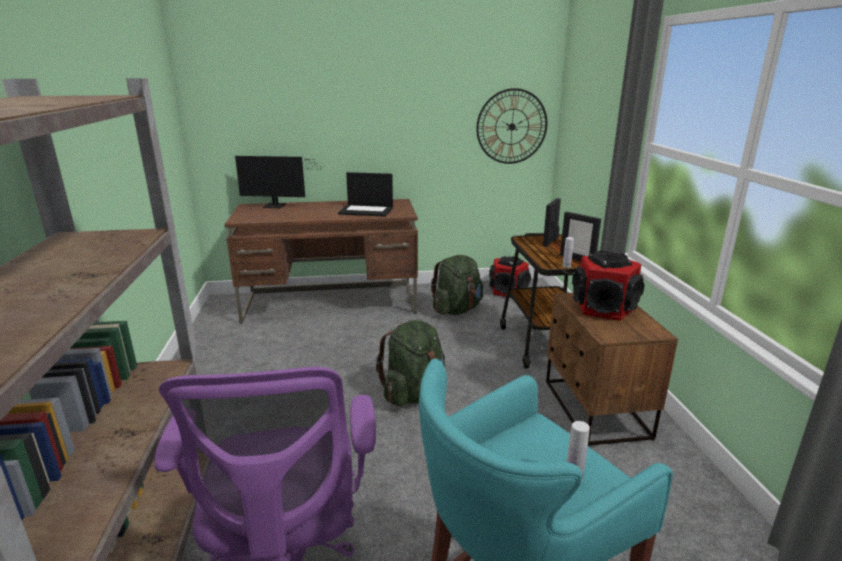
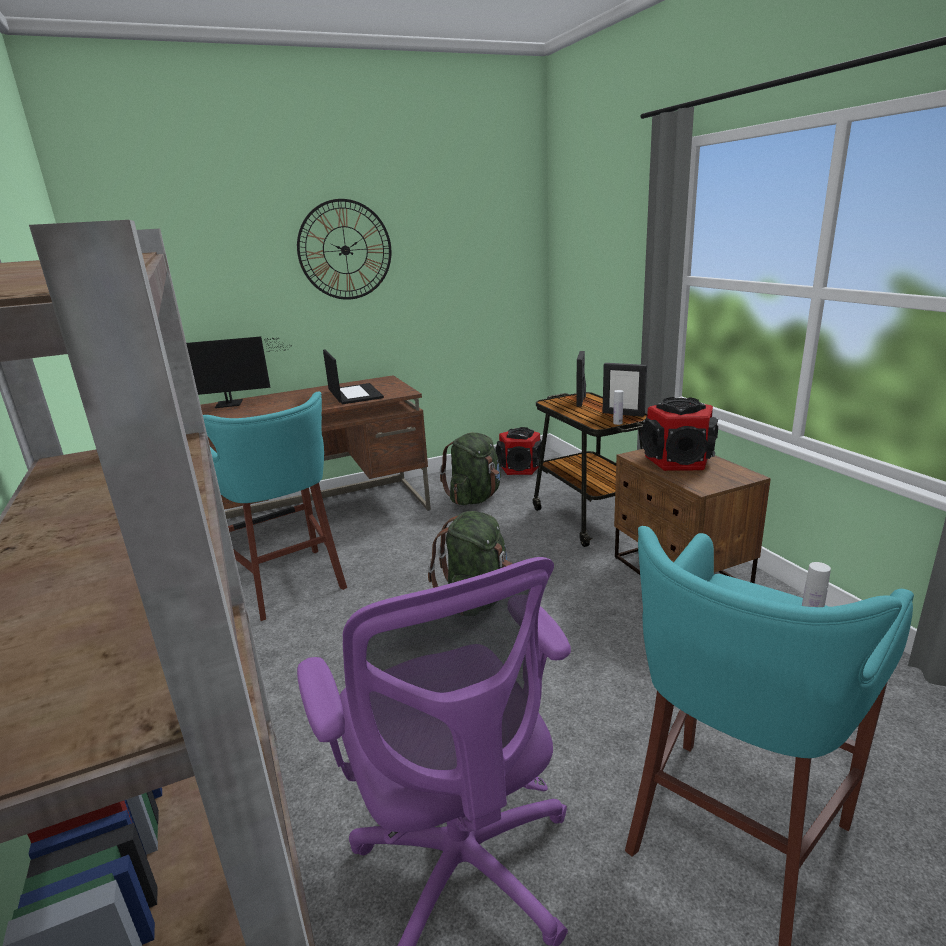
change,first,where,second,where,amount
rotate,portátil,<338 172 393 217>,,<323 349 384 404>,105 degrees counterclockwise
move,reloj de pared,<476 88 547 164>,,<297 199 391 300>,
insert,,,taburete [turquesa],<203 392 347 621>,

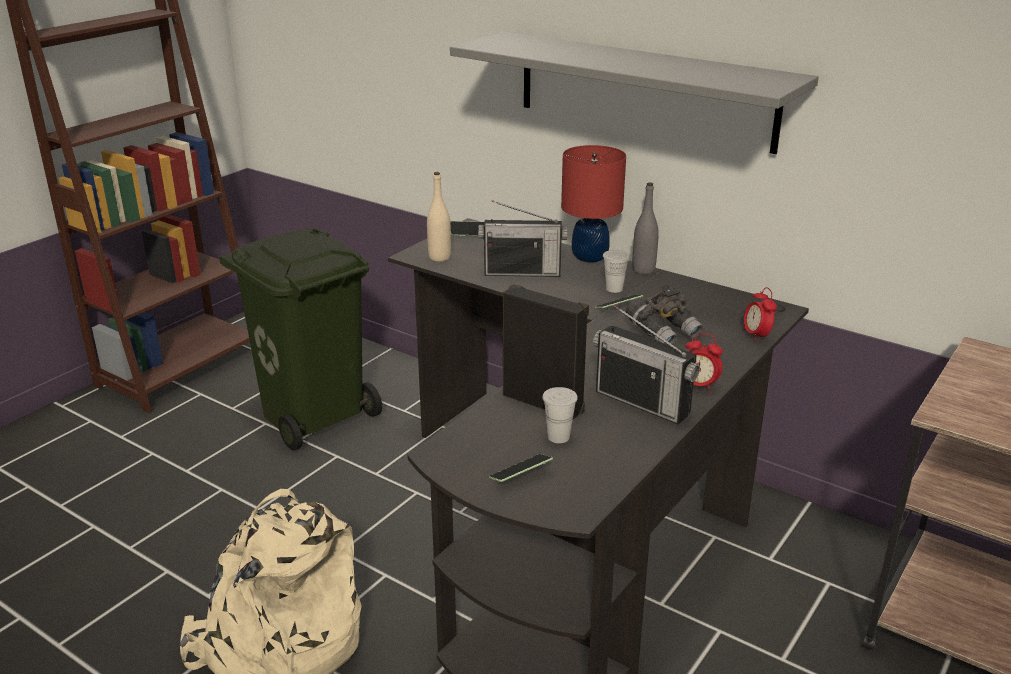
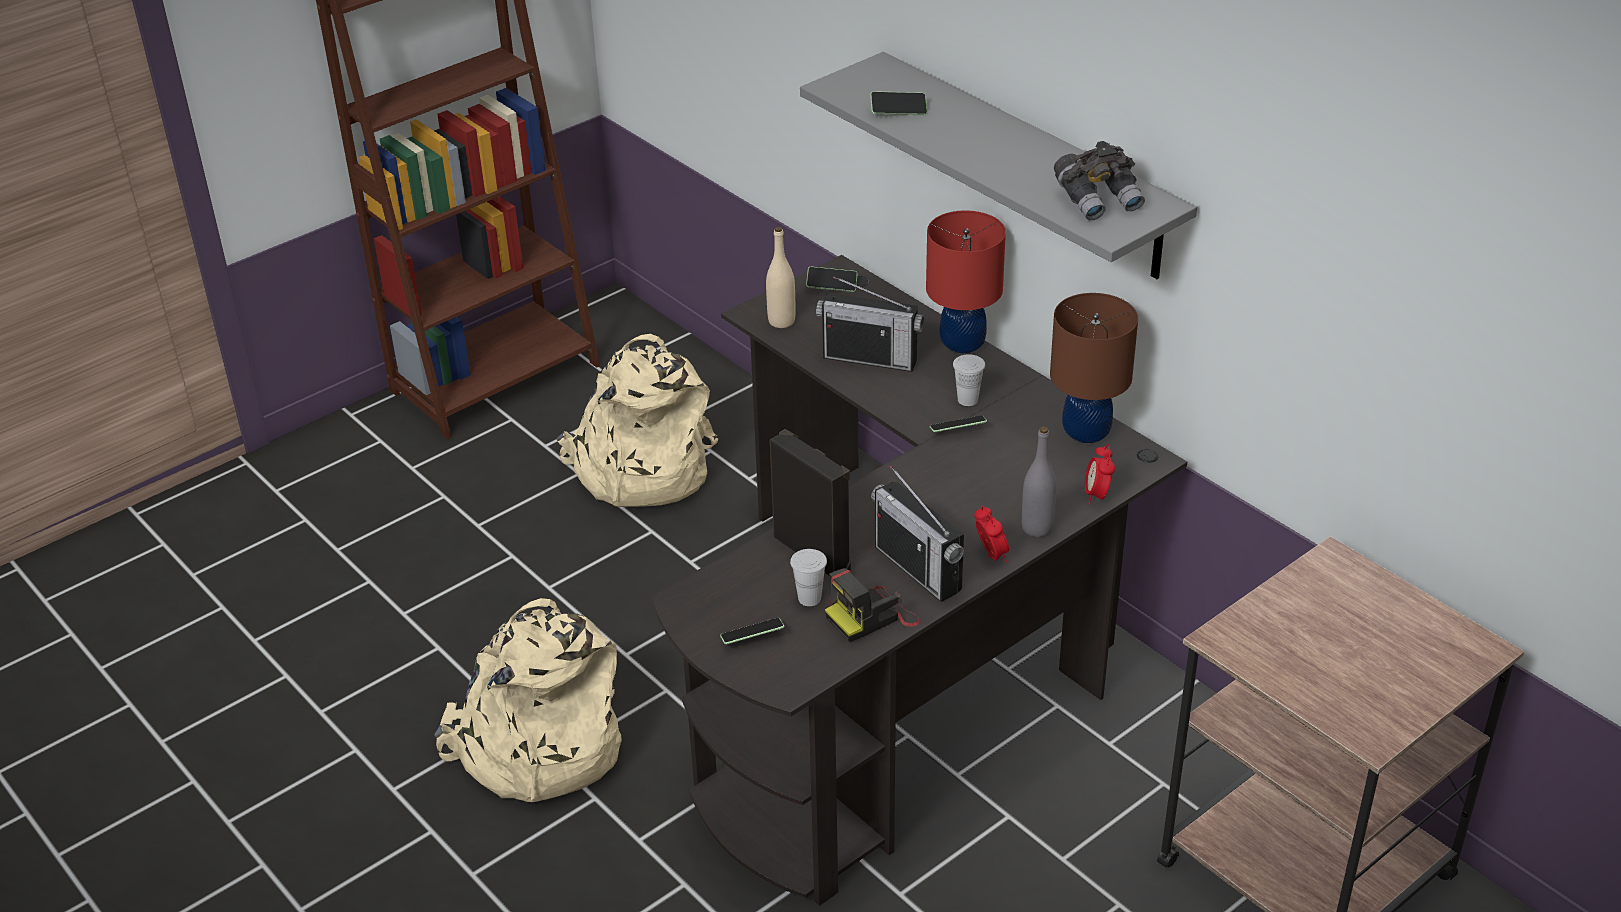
change,first,where,second,where,amount
replace,papelera [verde],<220 228 382 451>,mochila [beis],<557 334 718 507>,
move,prismáticos [gris],<626 285 703 345>,,<1054 141 1145 221>,
move,botella [gris],<632 182 659 275>,,<1022 427 1057 537>,
rotate,despertador,<686 333 723 393>,,<974 506 1009 563>,150 degrees counterclockwise
insert,,,cámara,<825 568 921 642>,
insert,,,móvil,<870 91 928 115>,
insert,,,lámpara de mesa [marrón],<1050 293 1138 443>,

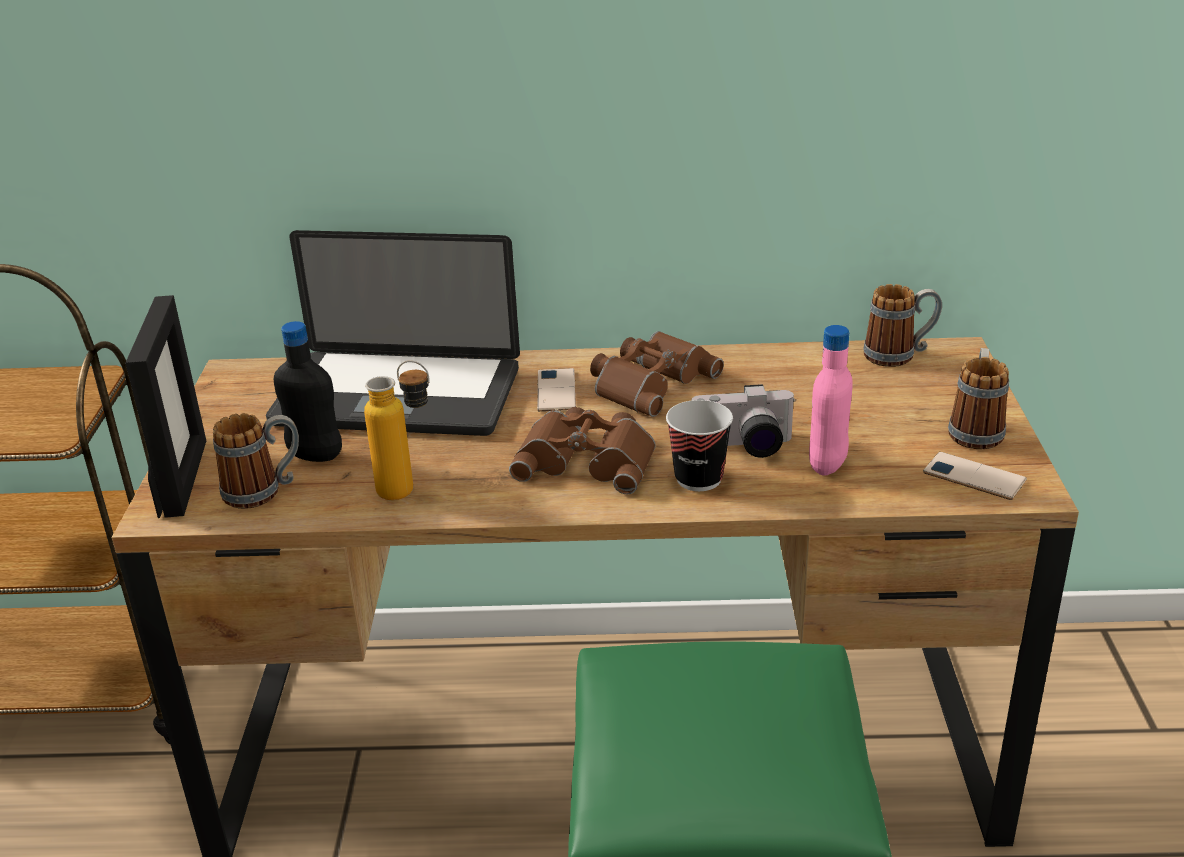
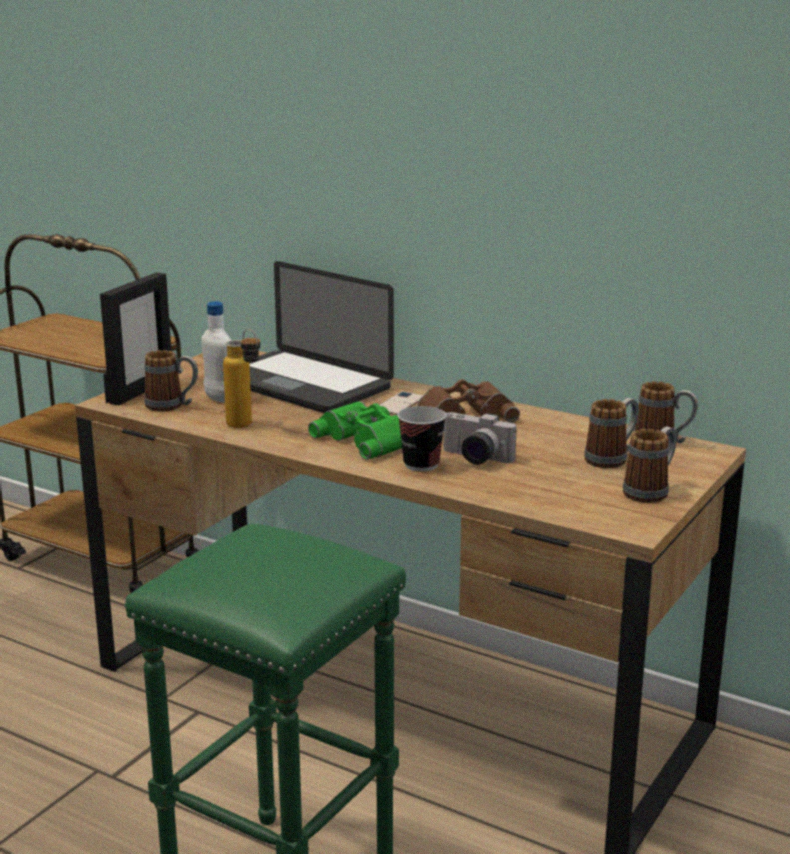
change,first,where,second,where,amount
recolor,botella [negro],<274 321 342 462>,botella [blanco],<201 301 231 402>,
recolor,prismáticos [marrón],<509 407 656 494>,prismáticos [verde],<308 401 402 460>,
delete,botella [rosa],<809 325 853 476>,,,
delete,móvil,<923 452 1027 500>,,,
insert,,,taza grande,<584 398 639 468>,

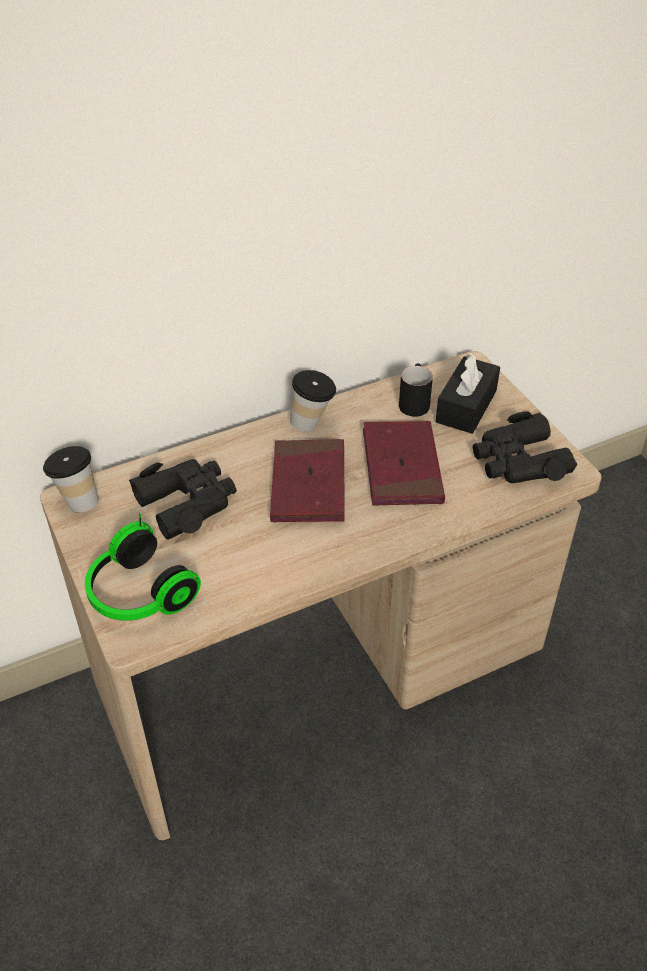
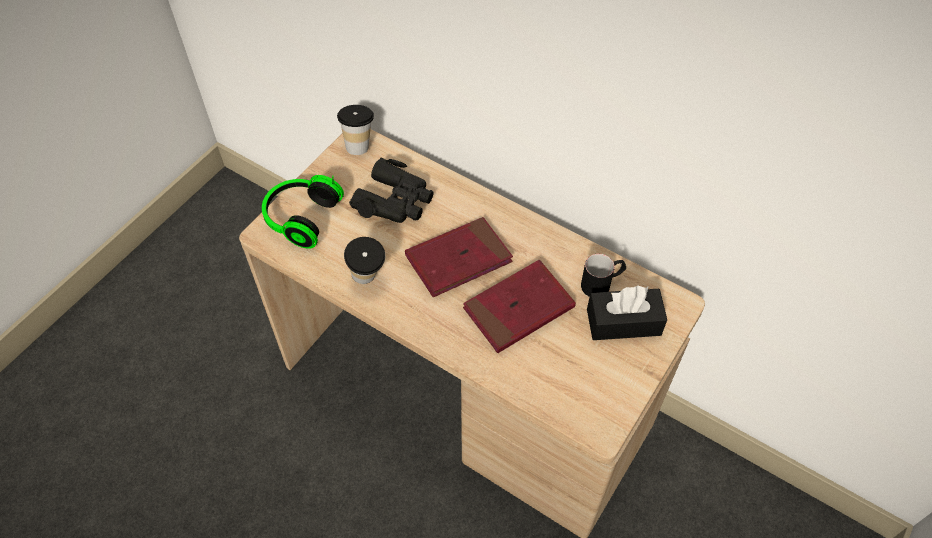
change,first,where,second,where,amount
move,taza,<290 370 336 431>,,<344 237 385 284>,
delete,prismáticos [negro],<473 411 577 483>,,,

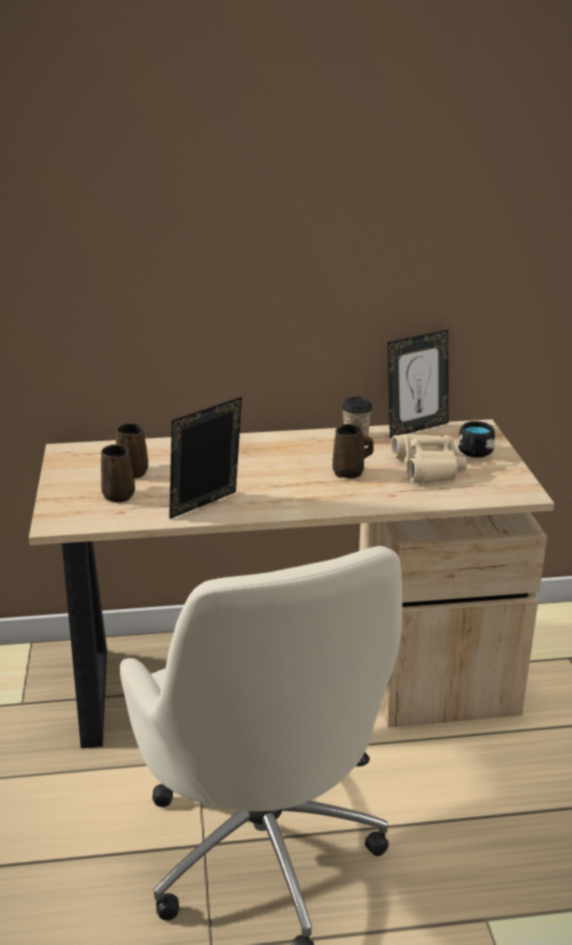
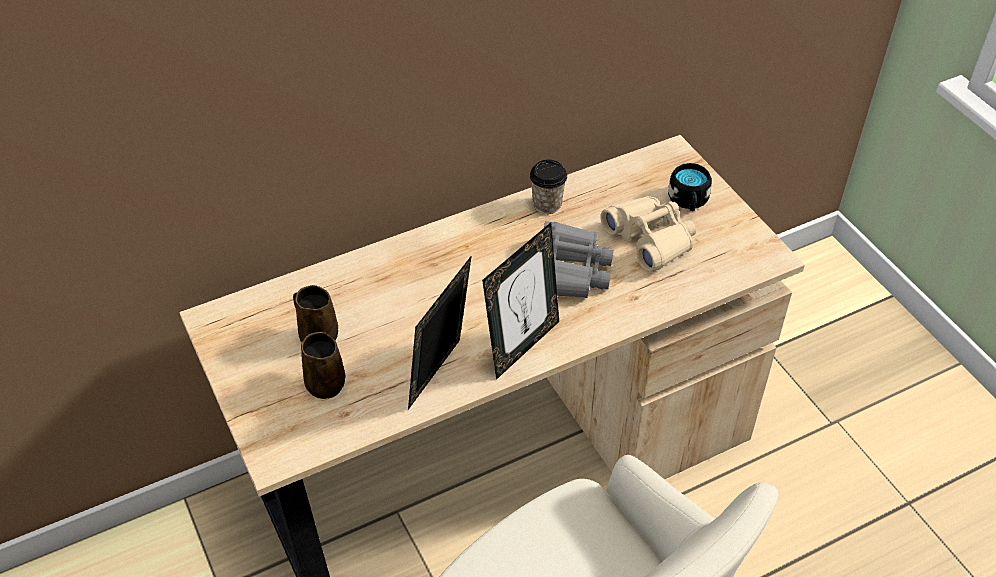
change,first,where,second,where,amount
replace,taza grande [marrón],<333 424 373 479>,prismáticos [gris],<544 221 614 298>,
move,portarretratos,<387 330 449 438>,,<482 222 559 380>,

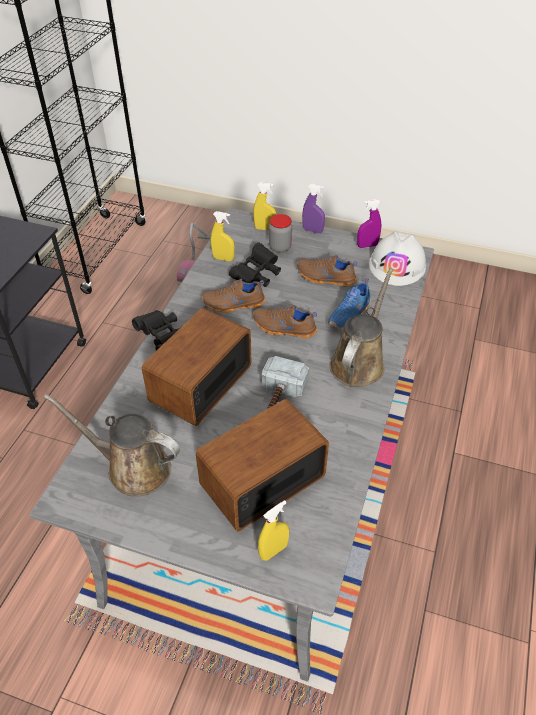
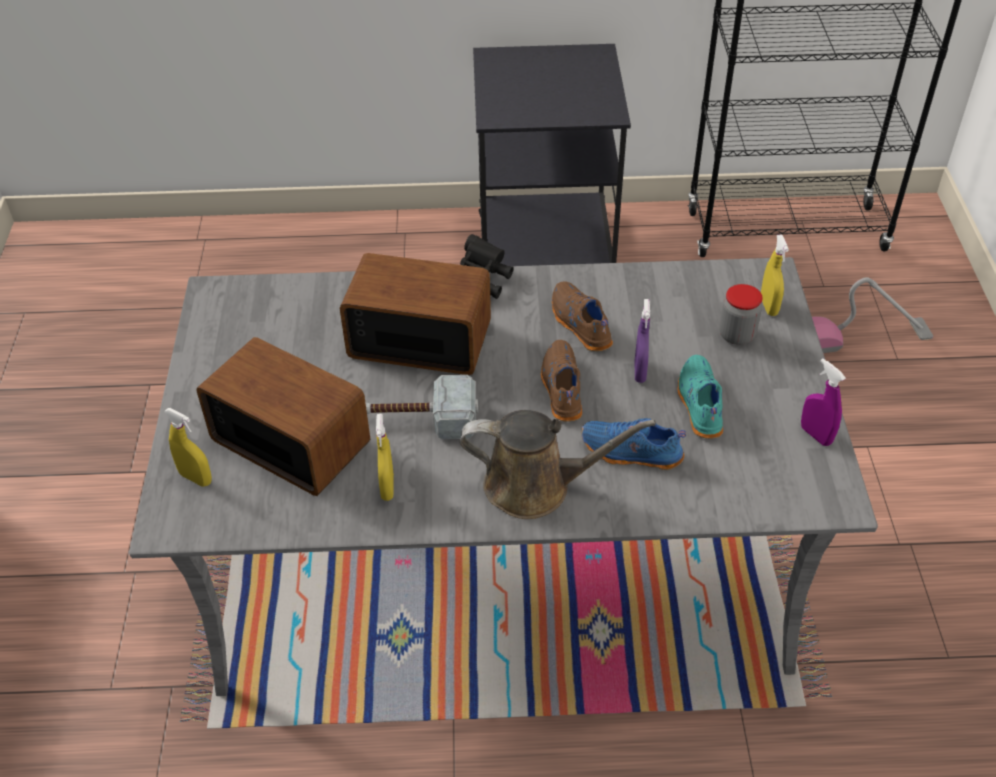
change,first,where,second,where,amount
delete,regadera [marrón],<44 394 180 497>,,,
move,pulverizador [amarillo],<211 211 235 261>,,<376 414 394 501>,
delete,prismáticos [negro],<229 242 281 287>,,,
recolor,zapato [marrón],<297 255 357 287>,zapato [turquesa],<677 355 723 439>,
move,pulverizador [morado],<302 184 325 233>,,<635 299 650 383>,
delete,casco [blanco],<369 232 426 286>,,,

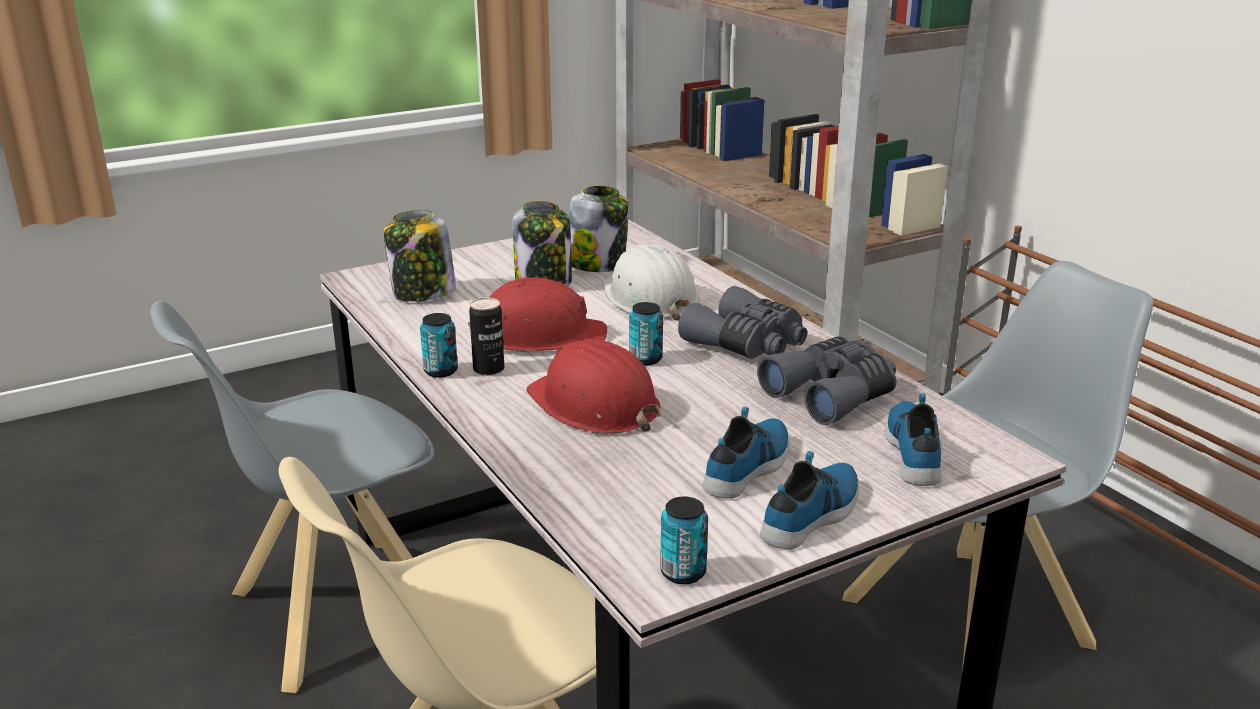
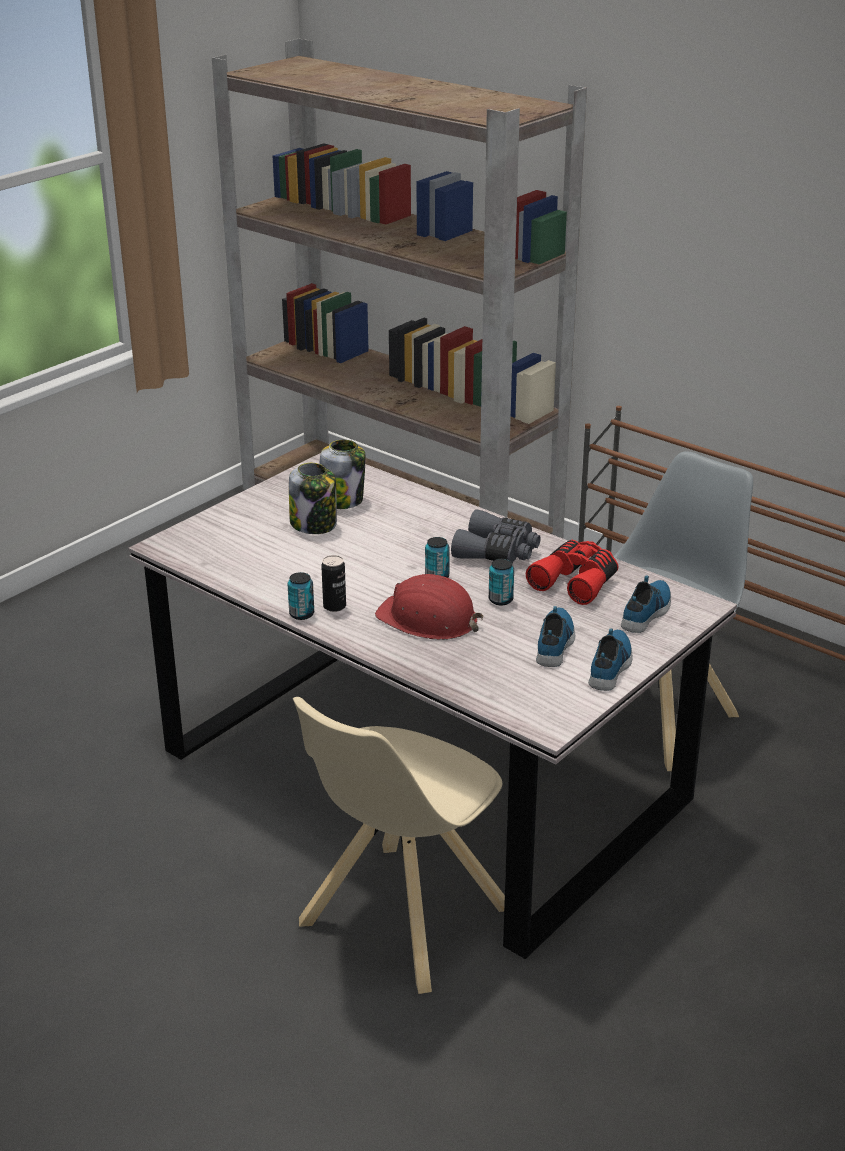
change,first,where,second,where,amount
delete,silla [gris],<150 301 435 693>,,,
delete,tarro,<384 210 456 302>,,,
delete,casco [rojo],<468 277 607 351>,,,
delete,casco [blanco],<602 244 700 321>,,,
move,lata,<660 496 708 584>,,<489 559 514 605>,
recolor,prismáticos [gris],<757 336 897 425>,prismáticos [rojo],<526 540 618 605>,
rotate,zapato,<885 393 942 486>,,<621 575 671 633>,45 degrees clockwise

